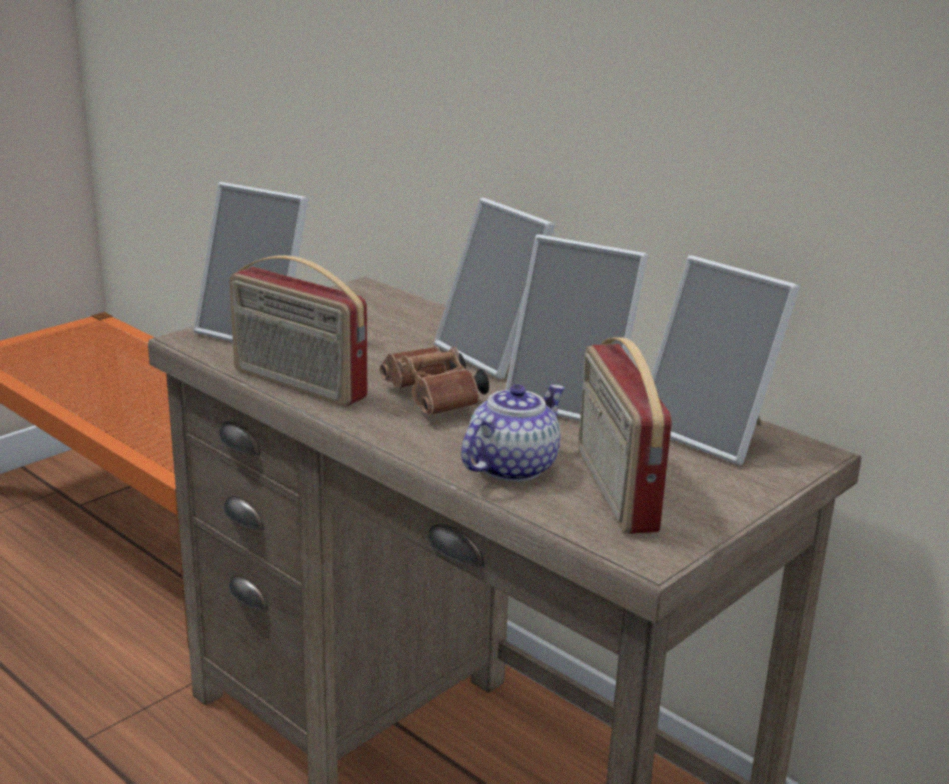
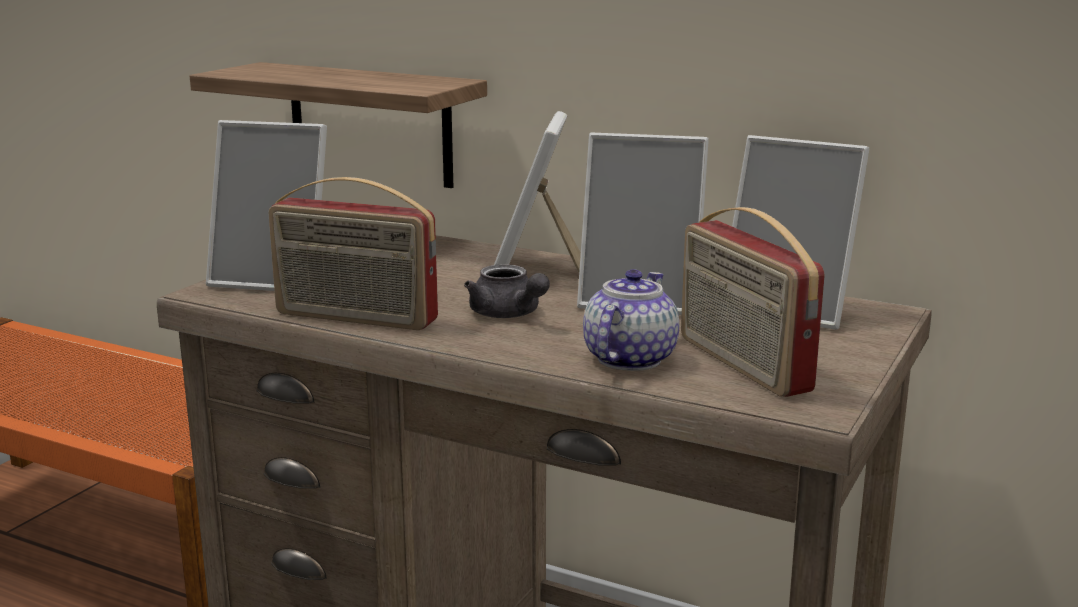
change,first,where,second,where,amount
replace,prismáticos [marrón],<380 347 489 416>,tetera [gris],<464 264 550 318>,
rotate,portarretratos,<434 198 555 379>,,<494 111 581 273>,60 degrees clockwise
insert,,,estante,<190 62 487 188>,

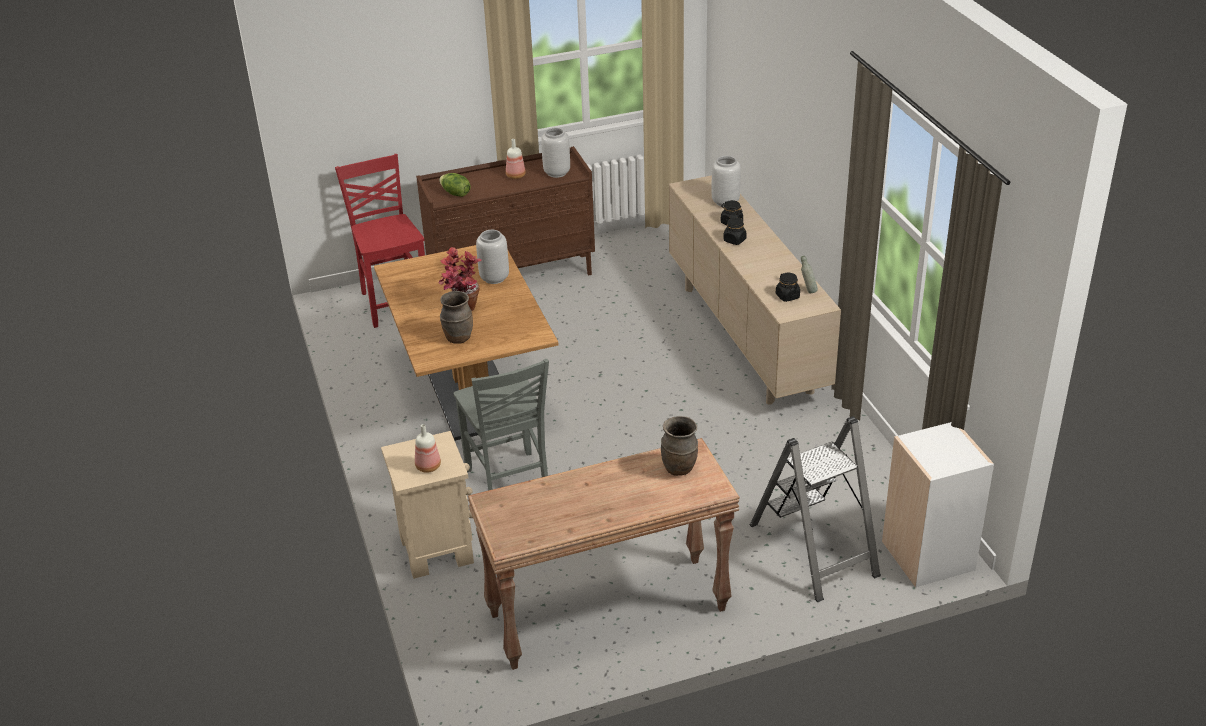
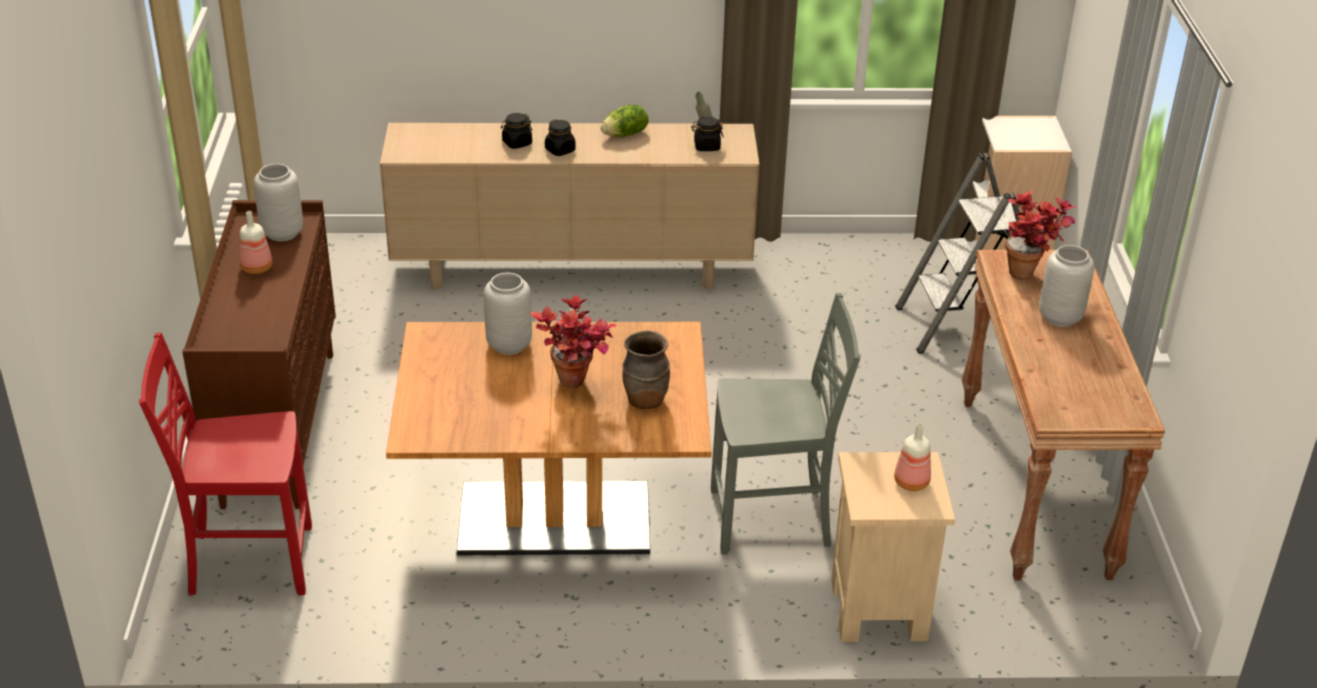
change,first,where,second,where,amount
move,lechuga,<439 173 471 197>,,<601 104 648 137>,
replace,florero [marrón],<661 416 698 476>,planta en maceta,<1005 190 1076 280>,
move,florero [gris],<712 156 741 207>,,<1039 245 1094 327>,

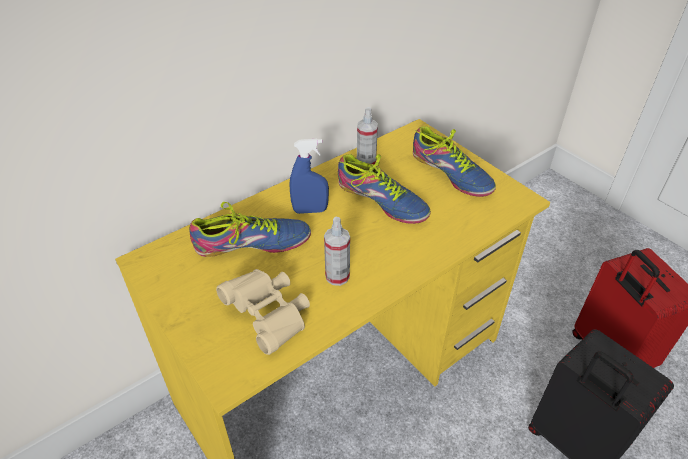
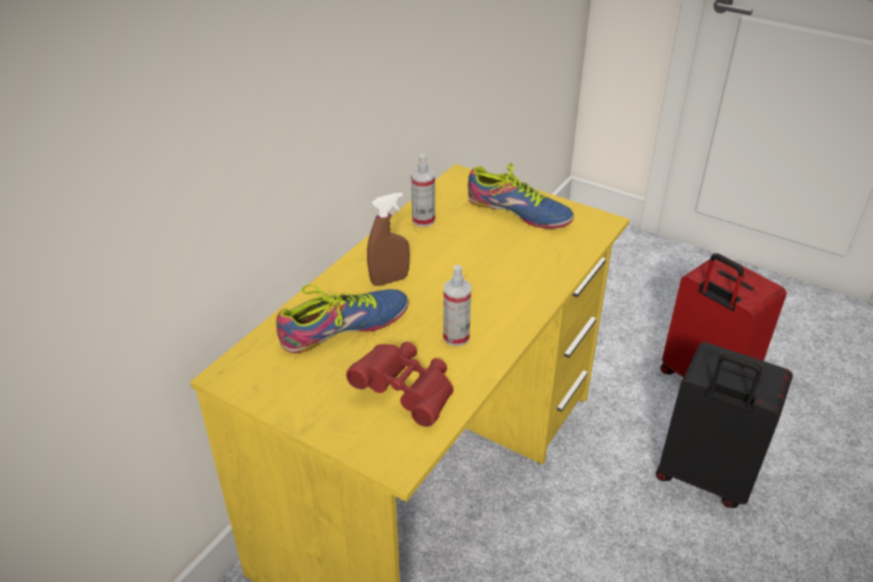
change,first,where,second,where,amount
recolor,prismáticos [beis],<216 269 310 355>,prismáticos [rojo],<346 342 454 427>,
recolor,pulverizador [azul],<290 139 329 214>,pulverizador [marrón],<367 192 410 286>,
delete,zapato,<338 154 431 224>,,,

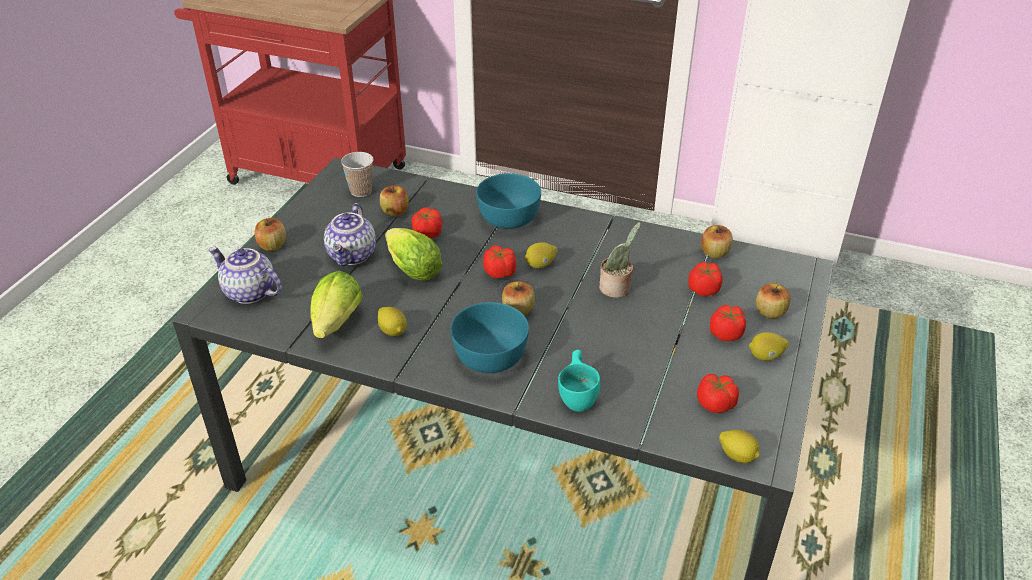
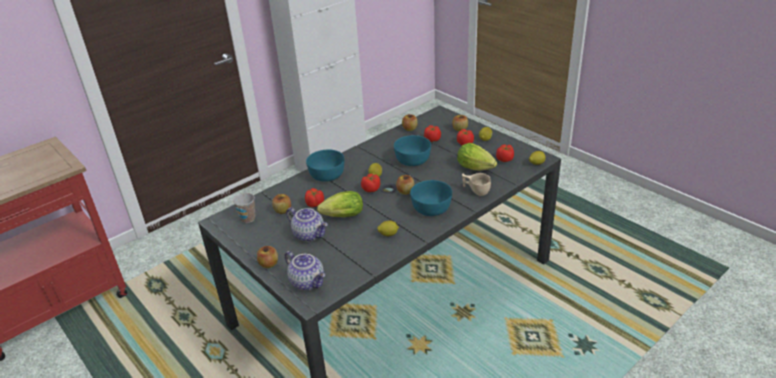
change,first,where,second,where,amount
rotate,tetera,<208 247 282 304>,,<285 251 325 290>,105 degrees counterclockwise
move,lechuga,<310 271 363 338>,,<457 143 497 171>,
recolor,taza [turquesa],<558 350 600 412>,taza [beis],<462 173 491 196>,
replace,planta en maceta,<599 222 640 298>,cuenco [turquesa],<394 135 431 166>,

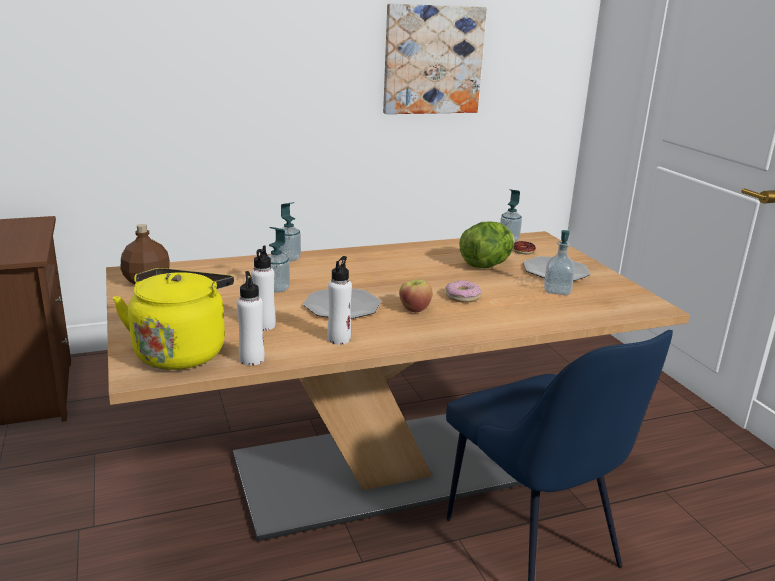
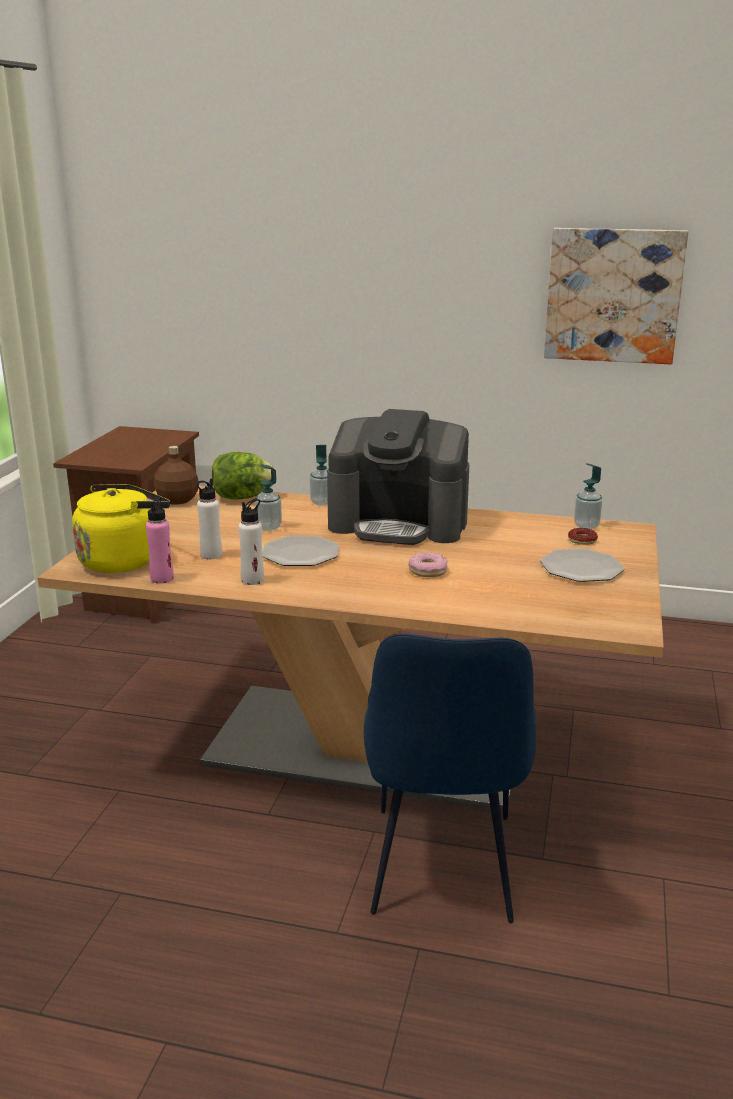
change,first,where,second,where,amount
recolor,botella [blanco],<237 271 264 366>,botella [rosa],<146 496 174 583>,
delete,manzana,<399 279 432 312>,,,
move,lechuga,<459 222 515 268>,,<212 452 277 500>,
delete,dispensador de jabón,<544 230 575 295>,,,
insert,,,cafetera,<327 409 469 545>,

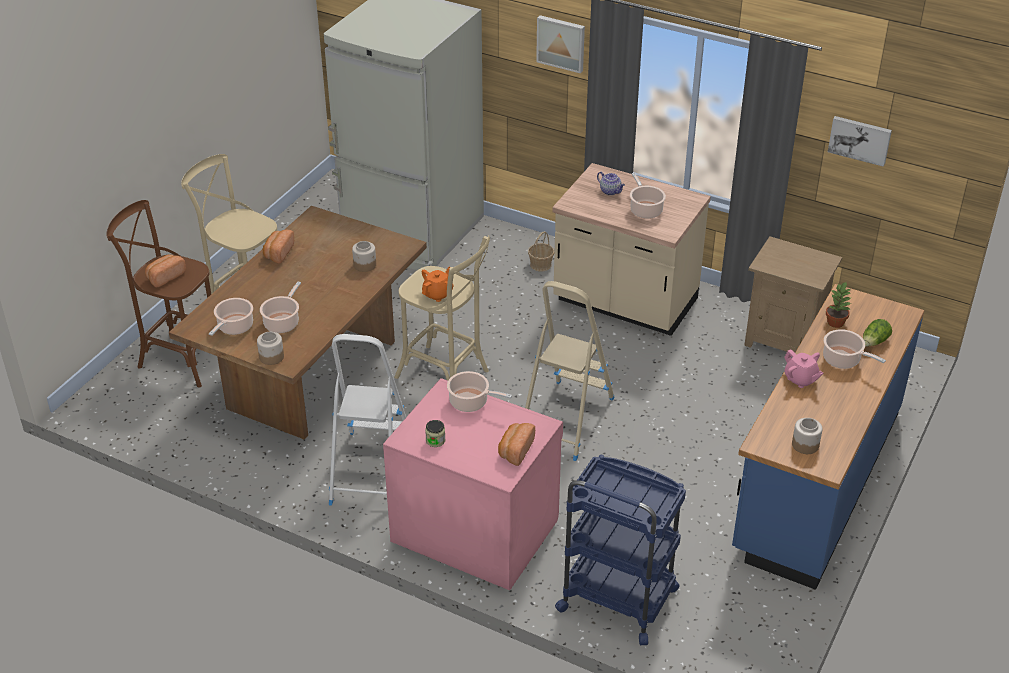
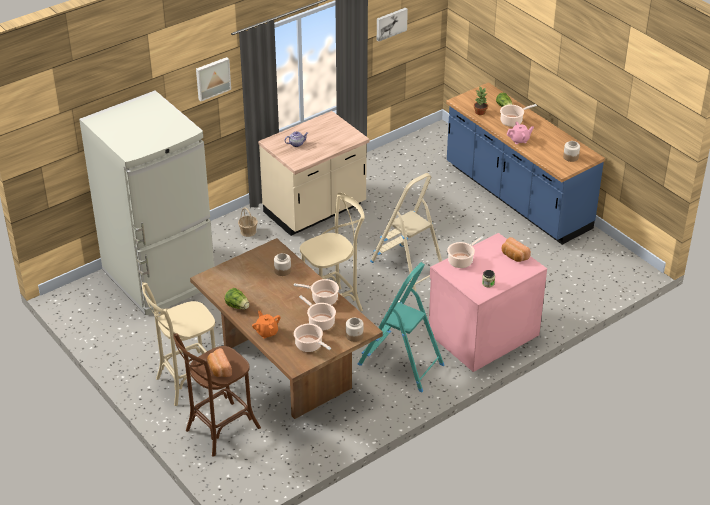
change,first,where,second,where,amount
replace,pan,<263 230 294 263>,lechuga,<225 288 249 309>,
recolor,escalera de tijera [blanco],<329 334 406 506>,escalera de tijera [turquesa],<358 262 444 392>,
move,tetera [naranja],<422 266 453 302>,,<252 311 281 339>,
delete,carrito [azul],<555 455 686 645>,,,
move,olla,<630 173 666 219>,,<294 279 339 305>,
delete,mesita de noche [beis],<744 236 842 352>,,,

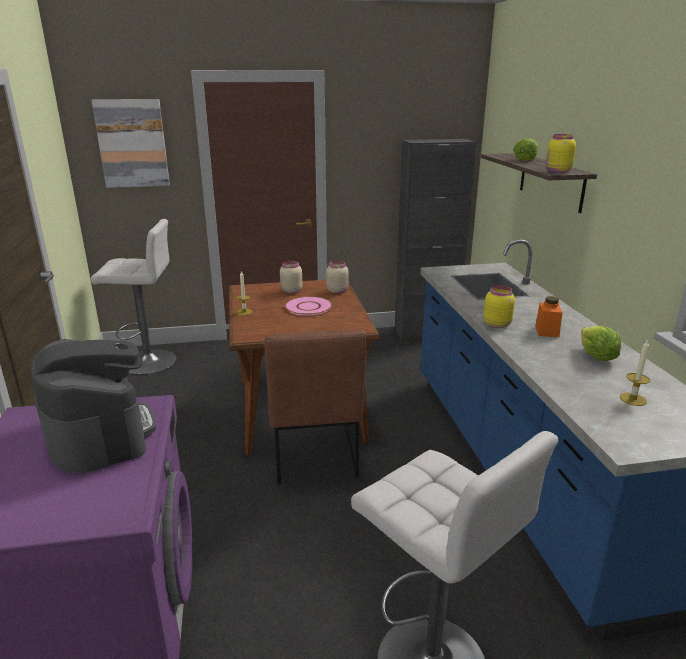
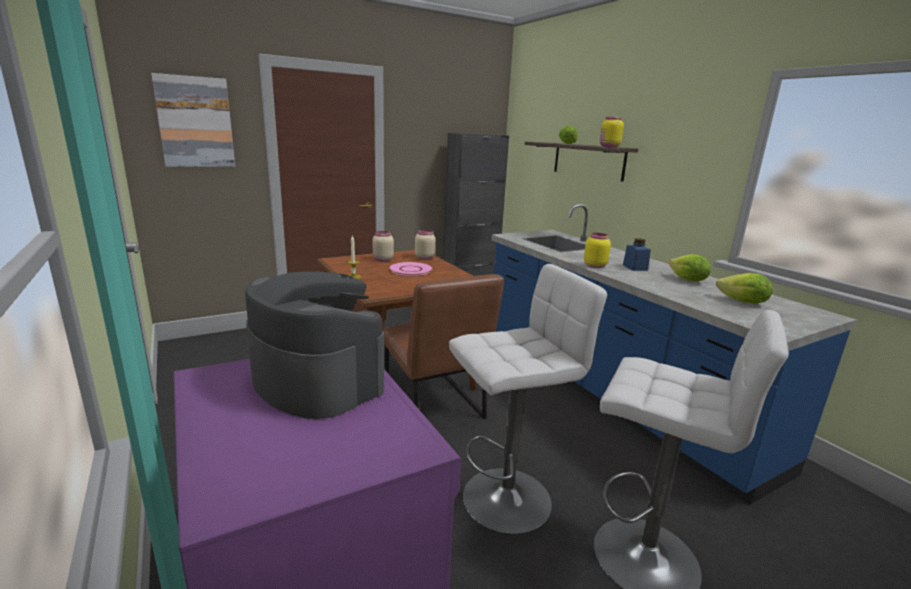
change,first,where,second,where,amount
move,taburete [blanco],<91 219 176 374>,,<449 264 607 534>,
recolor,tarro [naranja],<535 296 563 337>,tarro [azul],<623 238 651 271>,
replace,vela,<620 339 650 406>,lechuga,<716 273 773 304>,

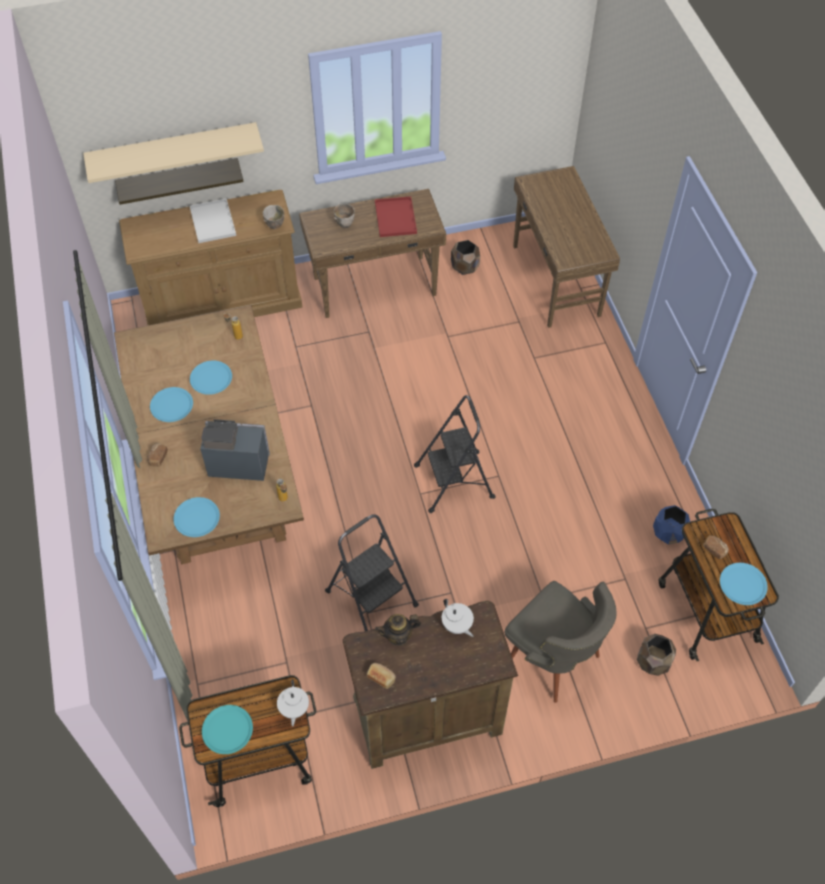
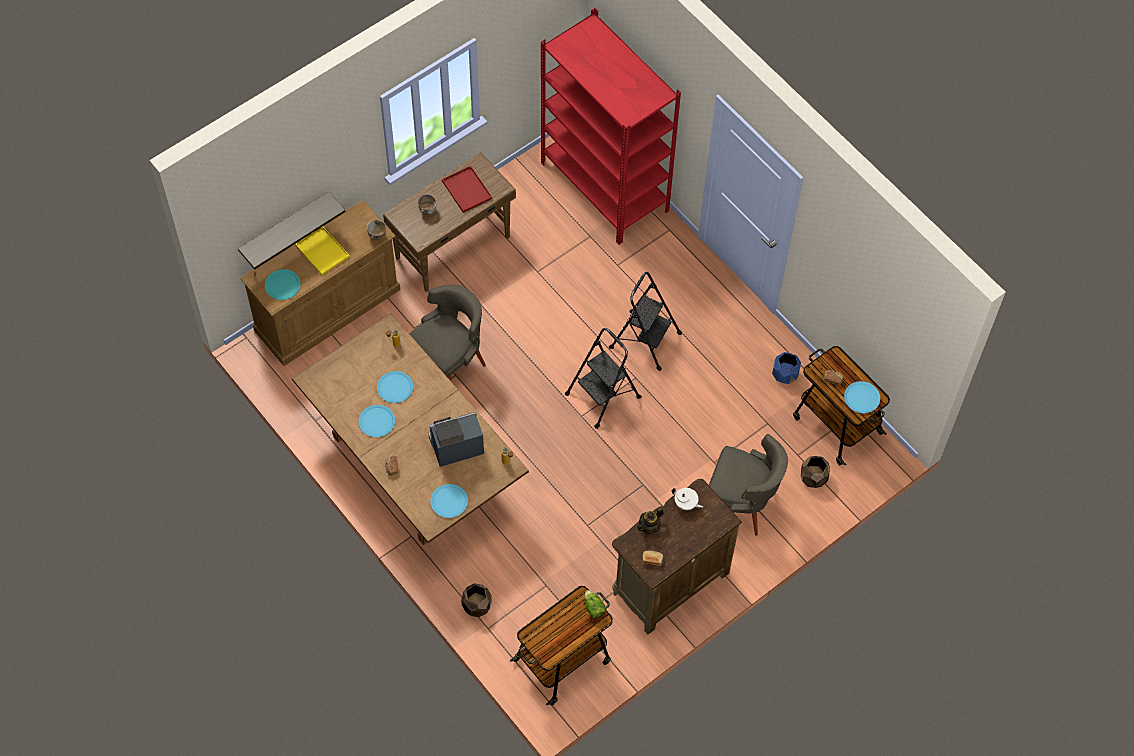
change,first,where,second,where,amount
delete,estante [beis],<83 122 264 183>,,,
recolor,bandeja [blanco],<190 198 236 243>,bandeja [amarillo],<295 227 350 275>,
move,plato [turquesa],<202 705 253 754>,,<265 269 300 300>,
replace,tetera [blanco],<277 680 309 727>,lechuga,<584 590 606 618>,
move,escalera de tijera [negro],<325 514 419 631>,,<609 272 682 371>,
move,maceta [marrón],<451 240 480 275>,,<461 583 492 617>,
replace,mesa consola [marrón],<513 166 620 328>,estantería [rojo],<541 8 681 245>,
insert,,,silla [gris],<410 284 486 381>,

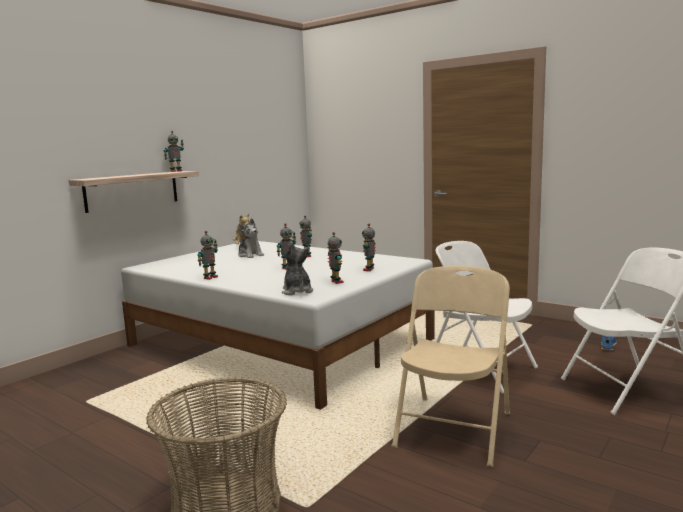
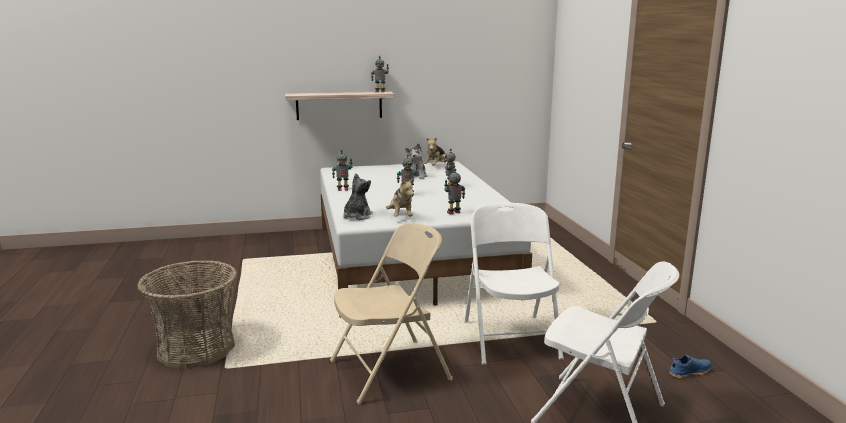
change,first,where,second,where,amount
replace,robot de juguete,<327 232 344 284>,peluche,<386 177 414 216>,

